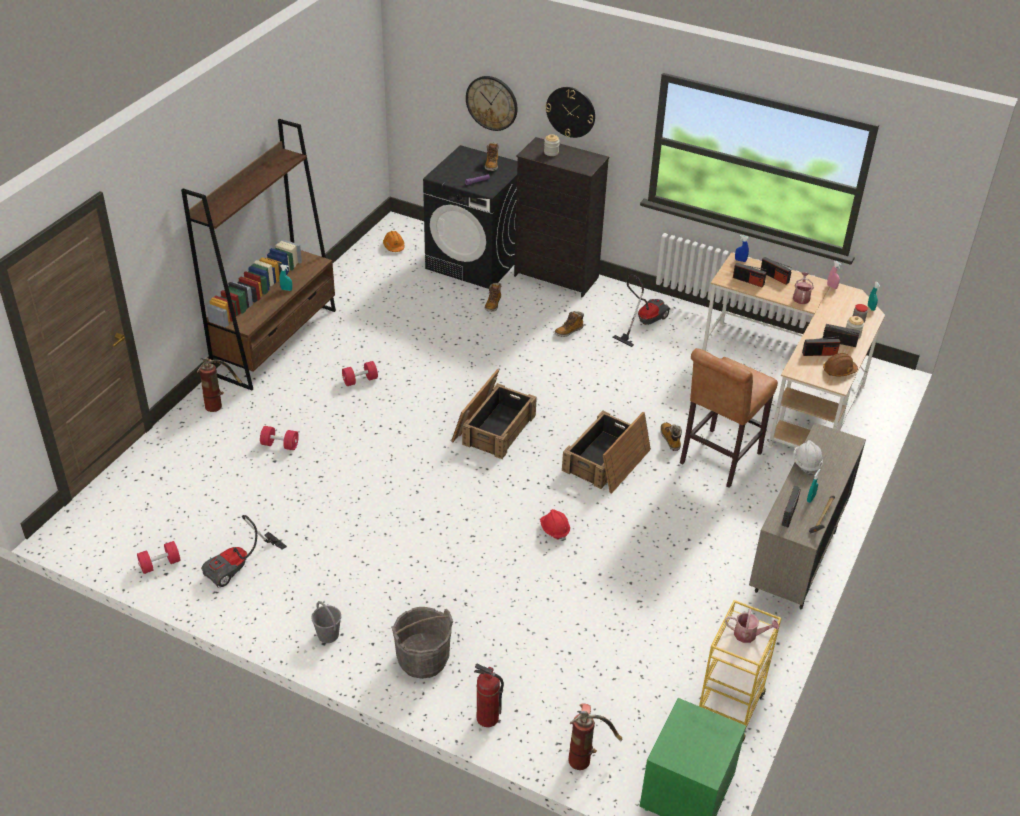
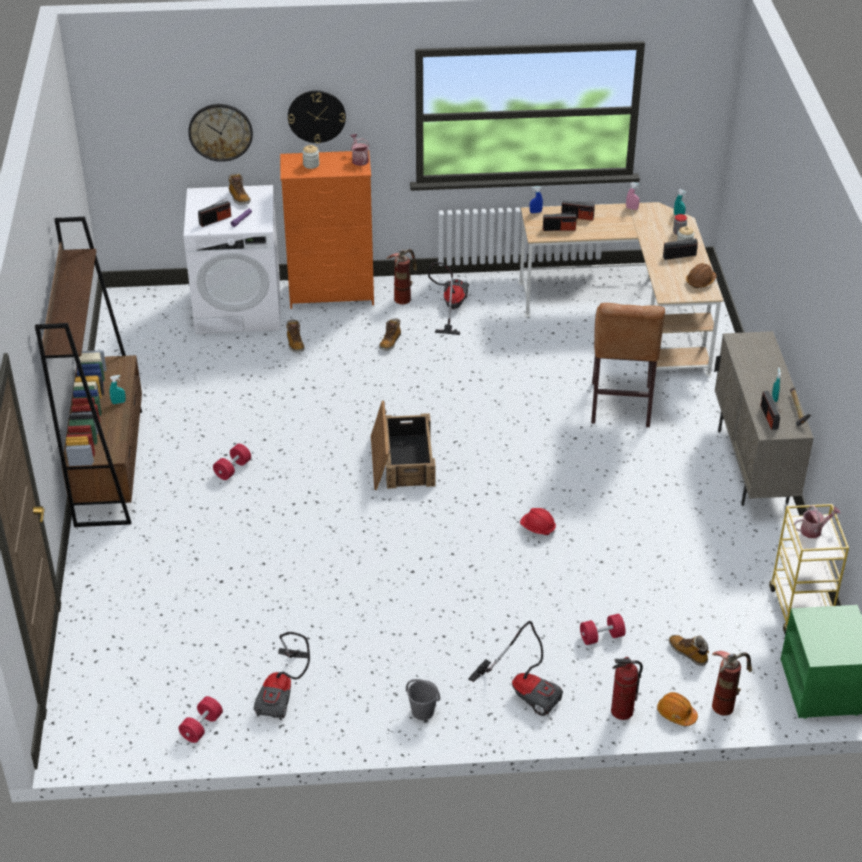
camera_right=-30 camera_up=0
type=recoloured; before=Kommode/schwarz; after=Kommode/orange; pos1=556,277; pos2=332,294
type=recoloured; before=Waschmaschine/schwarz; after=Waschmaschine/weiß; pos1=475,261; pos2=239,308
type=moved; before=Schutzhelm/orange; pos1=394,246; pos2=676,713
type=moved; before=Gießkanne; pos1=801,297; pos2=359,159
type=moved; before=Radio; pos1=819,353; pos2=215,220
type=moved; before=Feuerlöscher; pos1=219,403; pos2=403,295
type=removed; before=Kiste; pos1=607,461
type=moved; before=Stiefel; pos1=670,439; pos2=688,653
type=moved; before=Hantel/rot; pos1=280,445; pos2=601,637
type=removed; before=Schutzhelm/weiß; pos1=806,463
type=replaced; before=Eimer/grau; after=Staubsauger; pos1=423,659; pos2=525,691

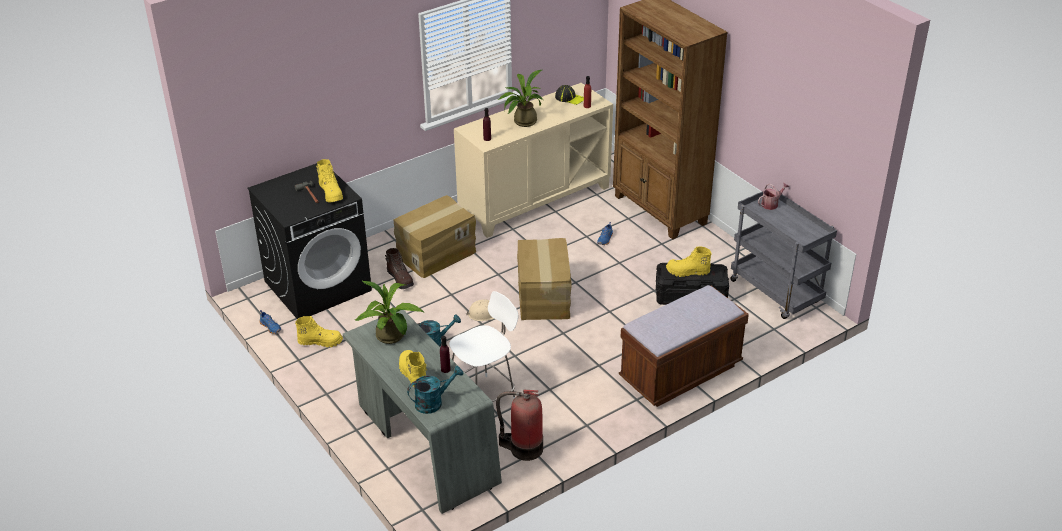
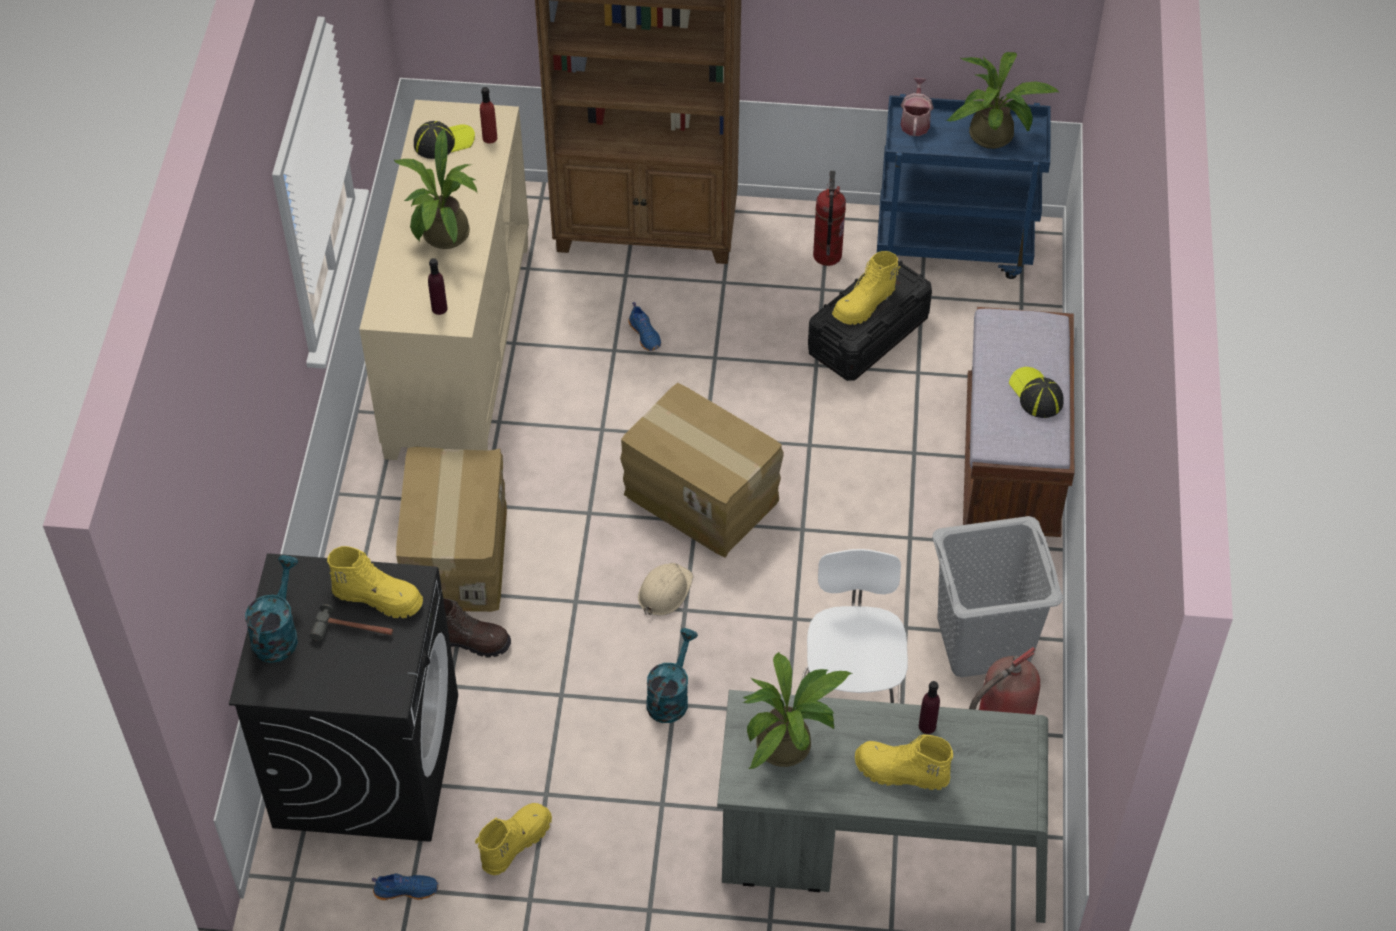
camera_right=-50 camera_up=15
type=recoloured; before=Rollwagen/grau; after=Rollwagen/blau; pos1=777,292; pos2=954,245
type=moved; before=Gießkanne/türkis; pos1=433,402; pos2=277,633
type=added; after=Topfpflanze; pos2=996,137
type=added; after=Feuerlöscher; pos2=826,255
type=added; after=Kappe; pos2=1035,394
type=added; after=Wäschekorb/grau; pos2=984,641

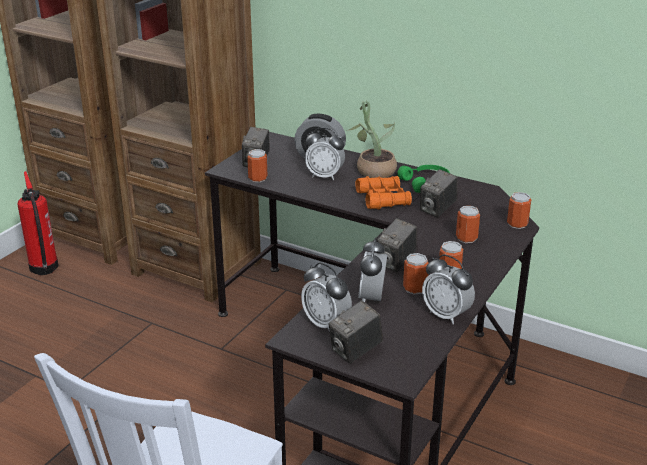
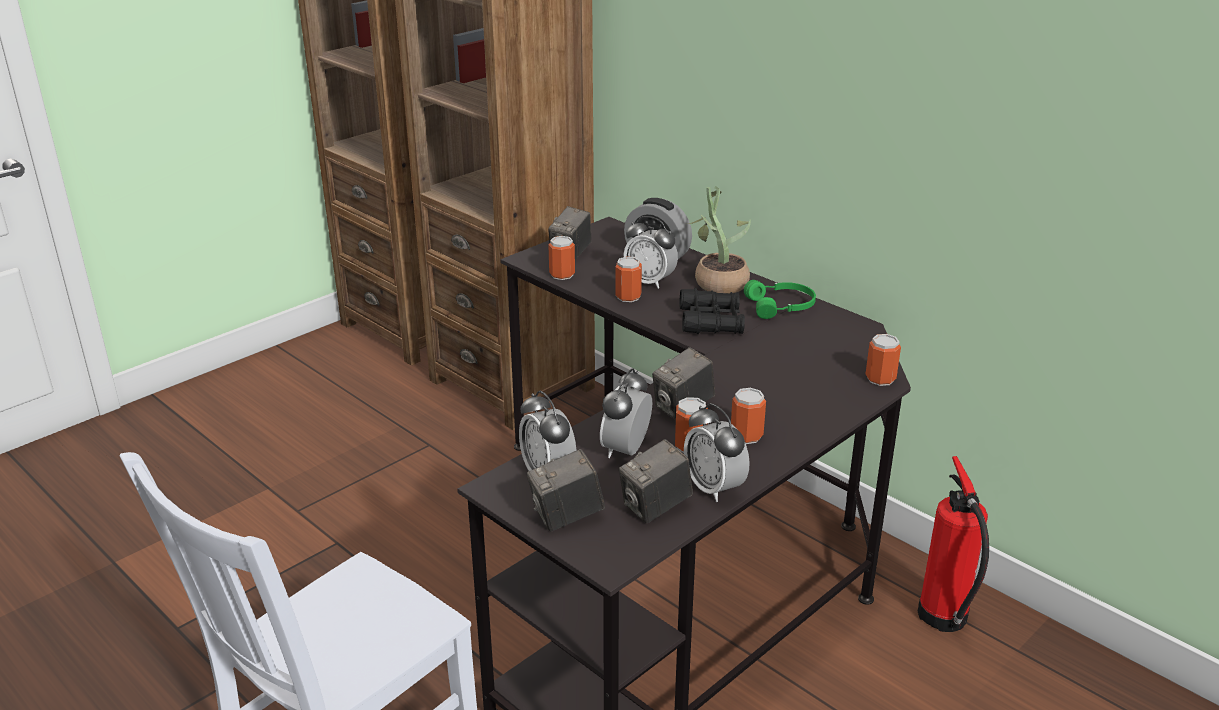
camera_right=15 camera_up=0
type=moved; before=Kamera; pos1=437,210; pos2=655,507
type=moved; before=Feuerlöscher; pos1=44,269; pos2=943,619
type=recoloured; before=Fernglas/orange; after=Fernglas/schwarz; pos1=383,199; pos2=711,321
type=moved; before=Dose; pos1=466,238; pos2=628,297

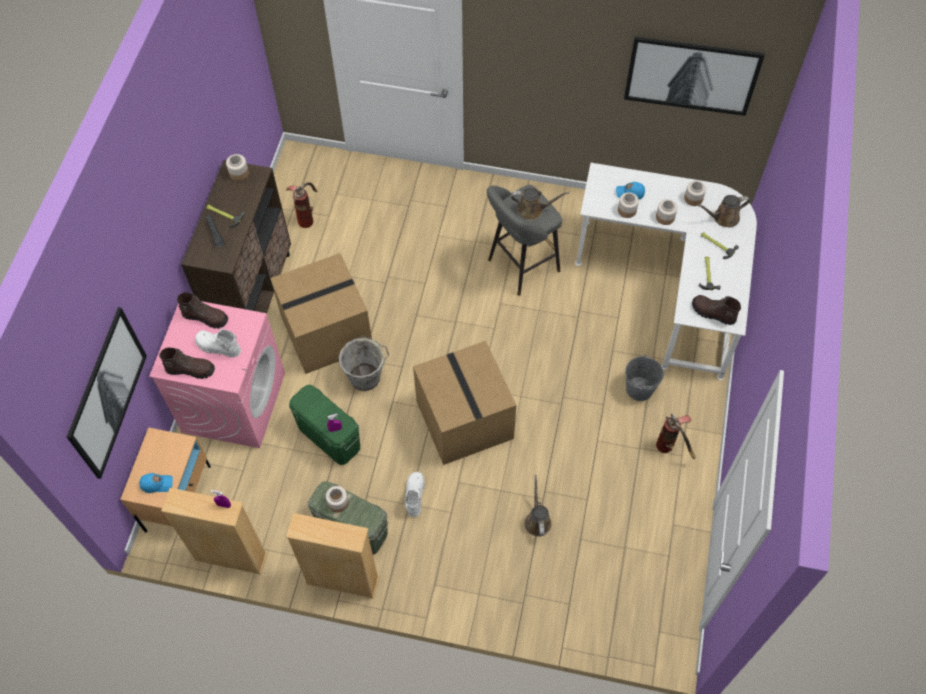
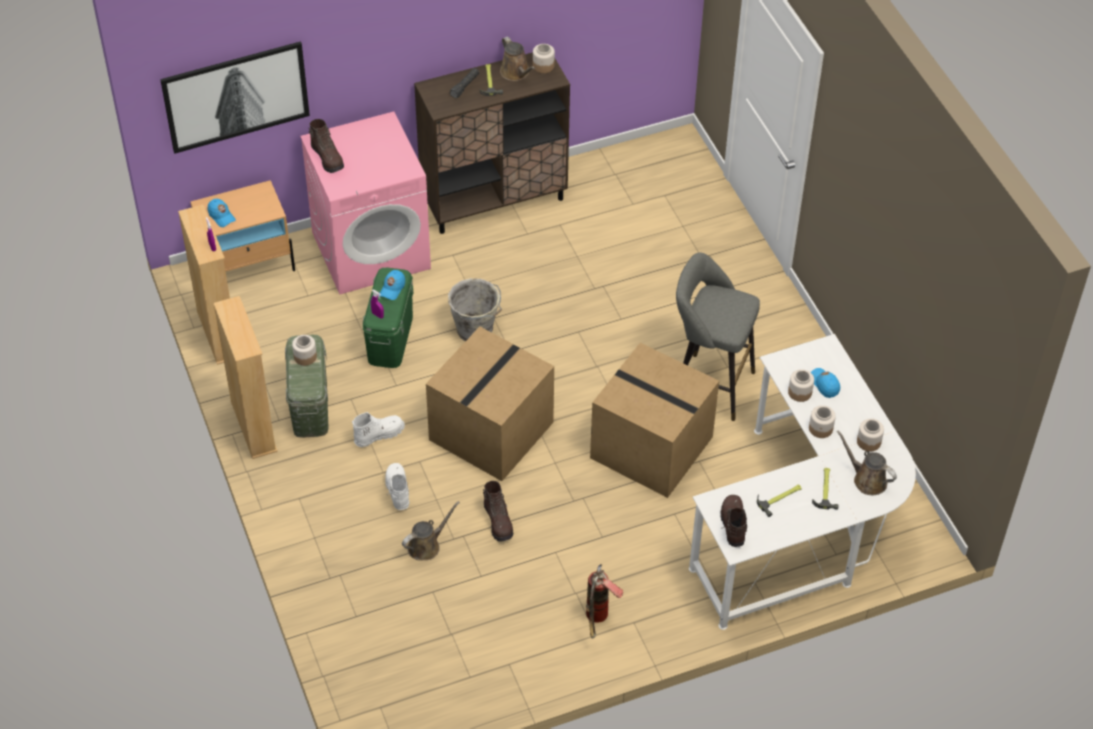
camera_right=55 camera_up=-10
type=removed; before=Bild; pos1=691,75
type=removed; before=Feuerlöscher; pos1=306,216
type=moved; before=Gießkanne/braun; pos1=533,210; pos2=516,73
type=moved; before=Karton; pos1=327,331; pos2=653,447
type=moved; before=Stiefel/braun; pos1=206,317; pos2=498,521
type=moved; before=Stiefel/weiß; pos1=218,347; pos2=397,490
type=removed; before=Eimer/grau; pos1=639,389
type=added; after=Kappe/blau; pos2=392,288

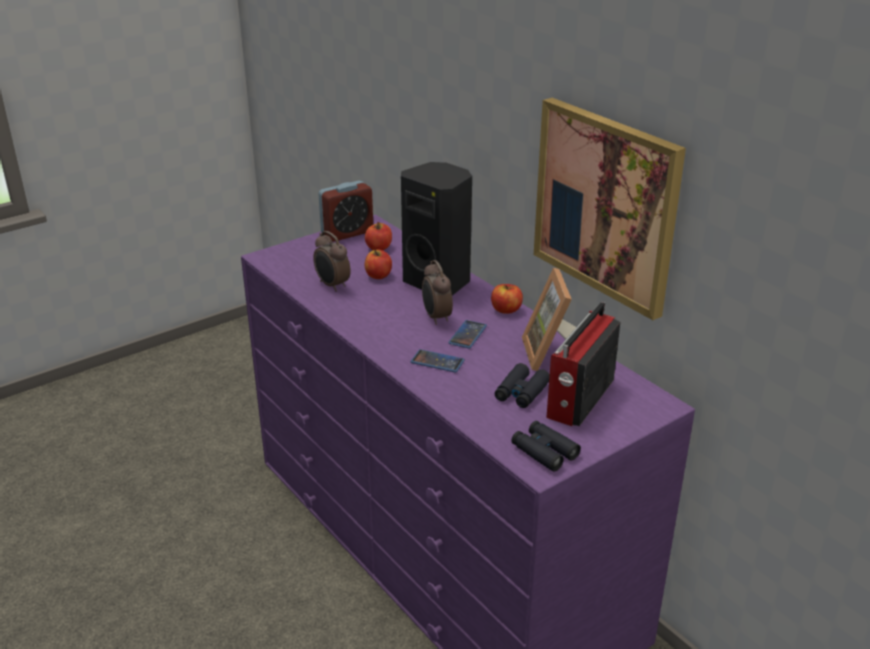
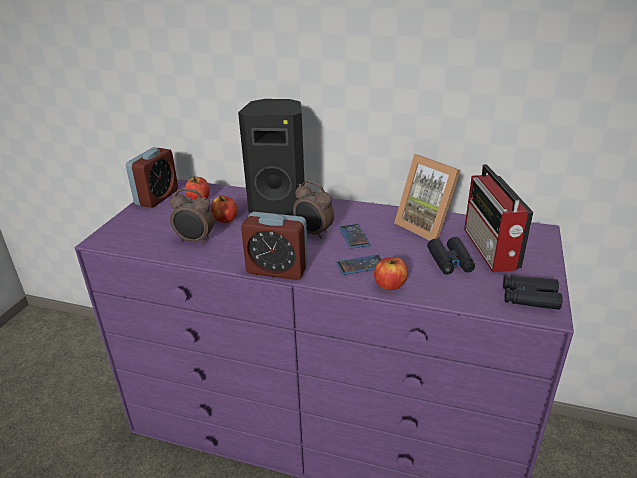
camera_right=-35 camera_up=0
type=removed; before=Bild; pos1=606,205
type=moved; before=Apfel; pos1=506,310; pos2=389,285
type=added; after=Wecker; pos2=277,270

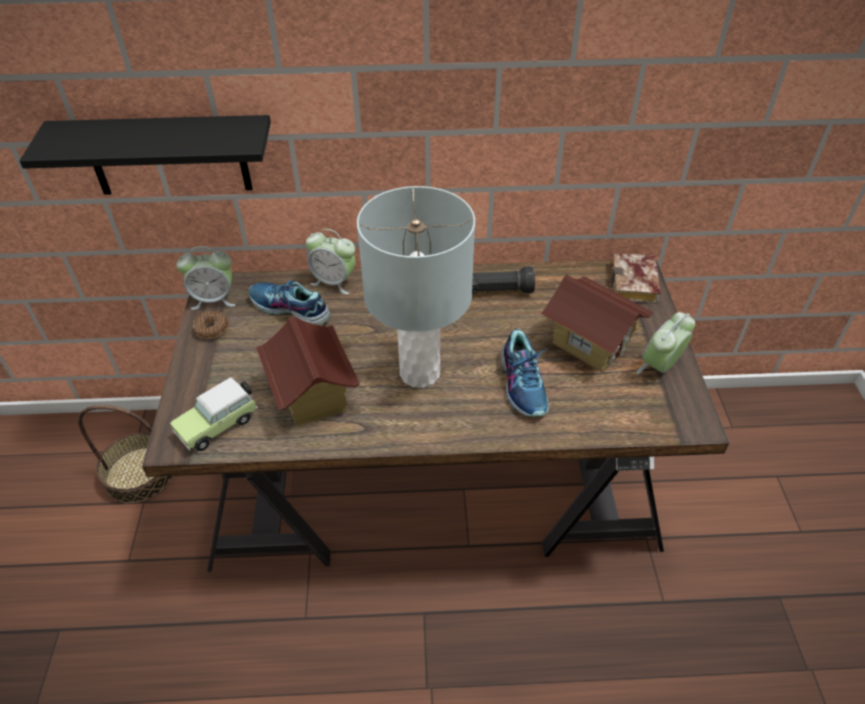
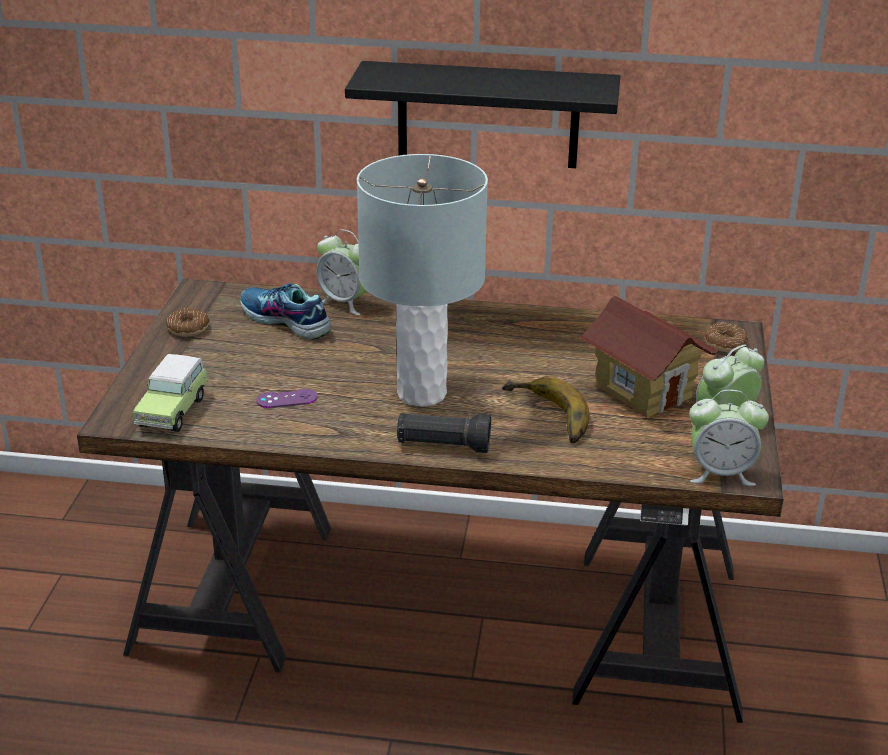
camera_right=10 camera_up=-15
type=moved; before=Wandregal/schwarz; pos1=168,155; pos2=488,115
type=moved; before=Wecker; pos1=214,299; pos2=721,473
type=replaced; before=Buch; after=Donut; pos1=636,285; pos2=725,344
type=moved; before=Taschenlampe/schwarz; pos1=500,291; pos2=443,446
type=replaced; before=Spielzeughaus; after=Gamepad/lila; pos1=312,396; pos2=287,399
type=replaced; before=Schuh; after=Banane; pos1=523,384; pos2=545,417
type=turned; before=Spielzeugauto; pos1=220,424; pos2=174,410; turn=-45
type=removed; before=Korb; pos1=140,474

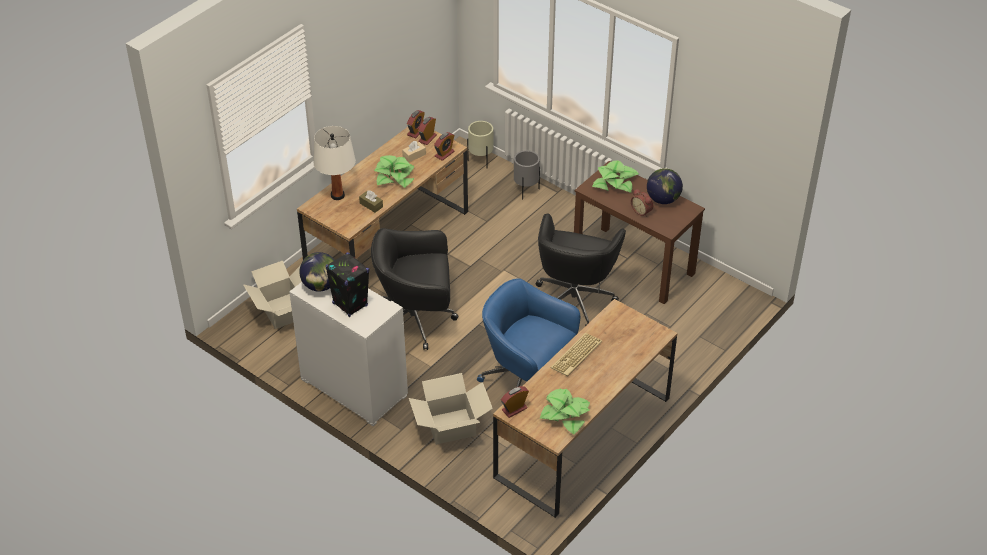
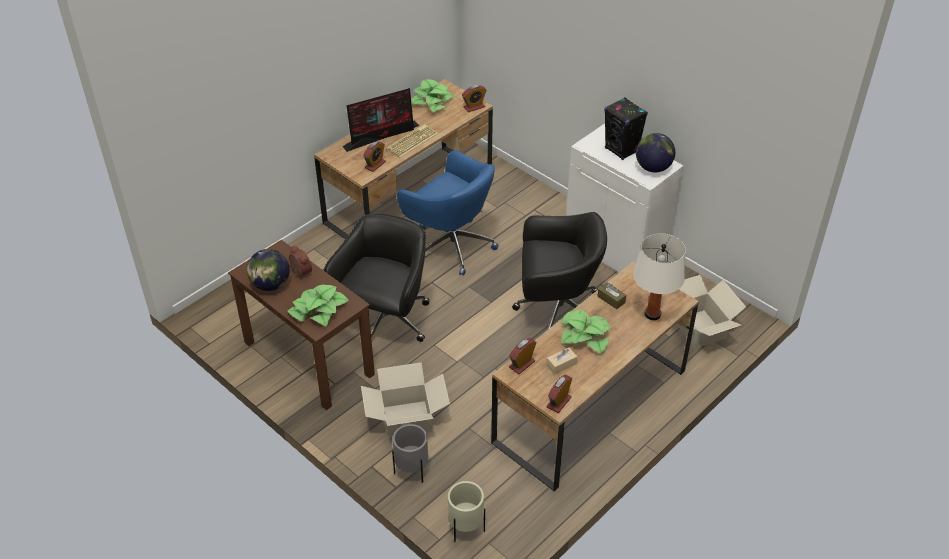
camera_right=-175 camera_up=0
type=moved; before=Wecker; pos1=427,138; pos2=375,165
type=moved; before=Karton; pos1=451,426; pos2=406,419
type=added; after=Monitor; pos2=382,135

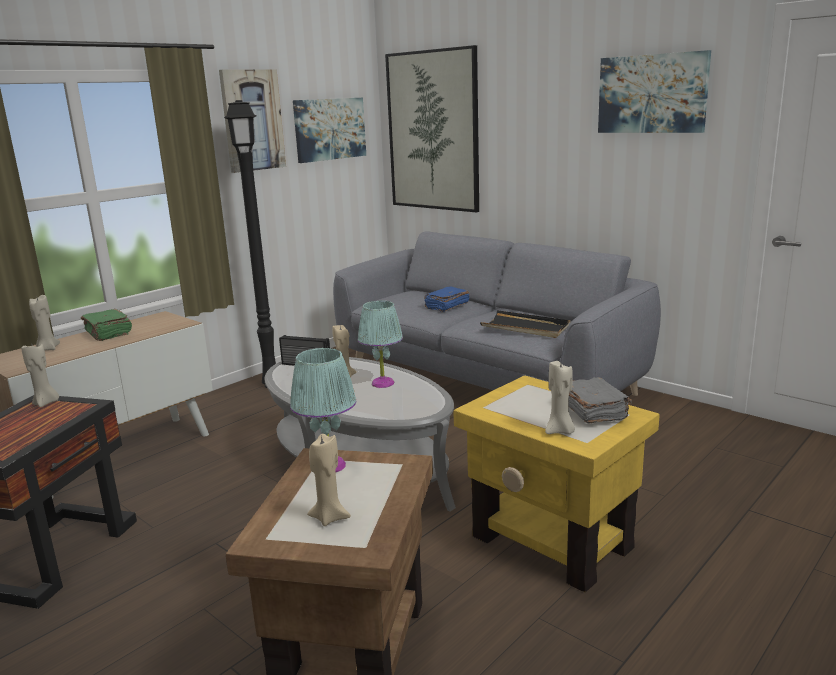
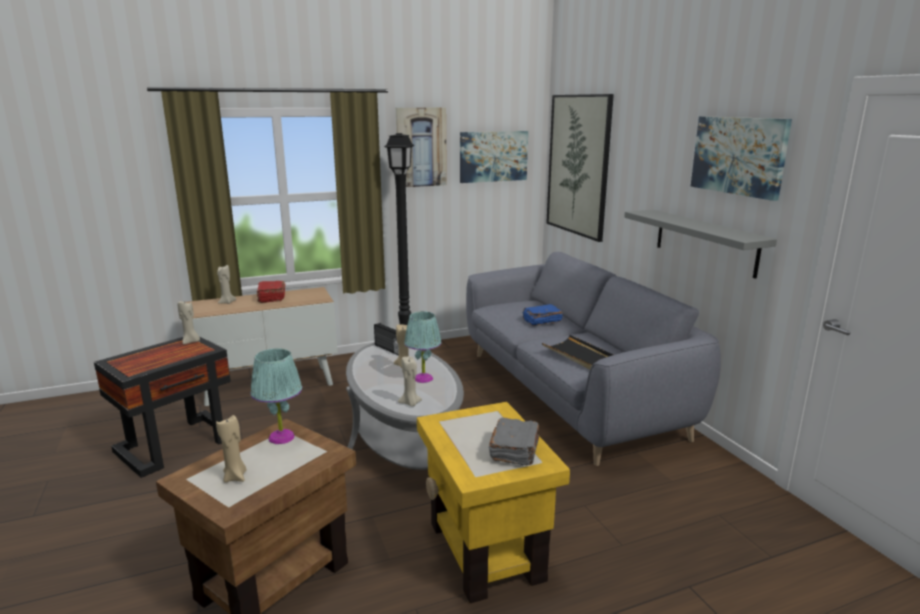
camera_right=25 camera_up=0
type=recoloured; before=Buch/grün; after=Buch/rot; pos1=108,333; pos2=271,297
type=moved; before=Kerze/beige; pos1=560,431; pos2=410,403
type=added; after=Wandregal/grau; pos2=705,242

